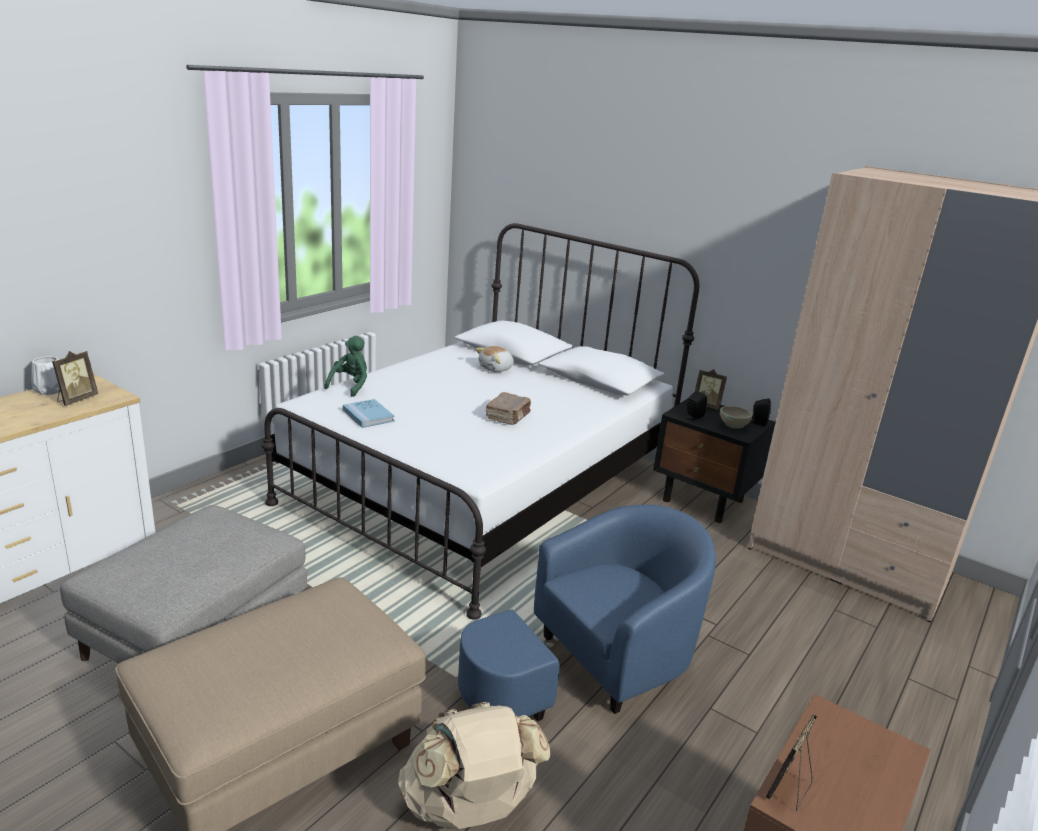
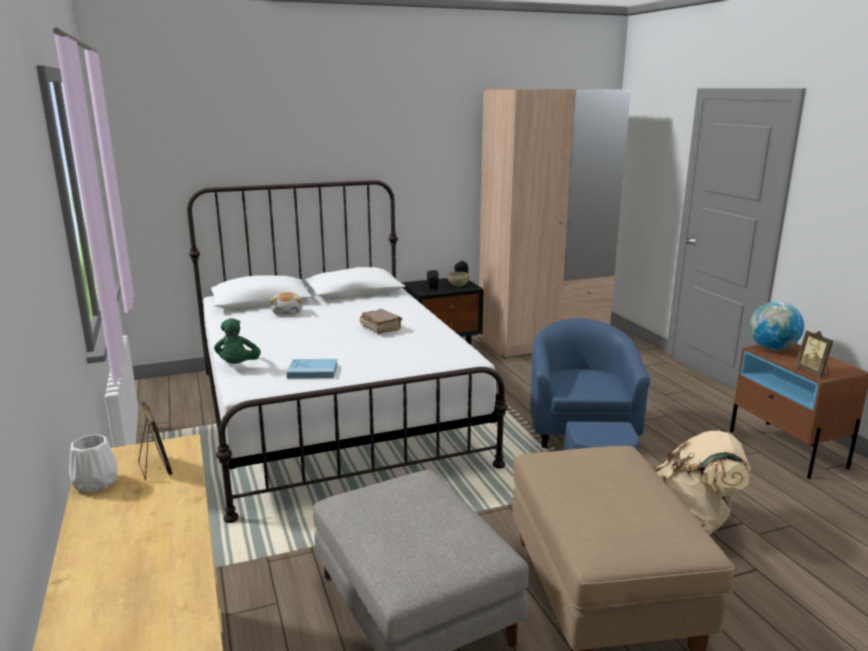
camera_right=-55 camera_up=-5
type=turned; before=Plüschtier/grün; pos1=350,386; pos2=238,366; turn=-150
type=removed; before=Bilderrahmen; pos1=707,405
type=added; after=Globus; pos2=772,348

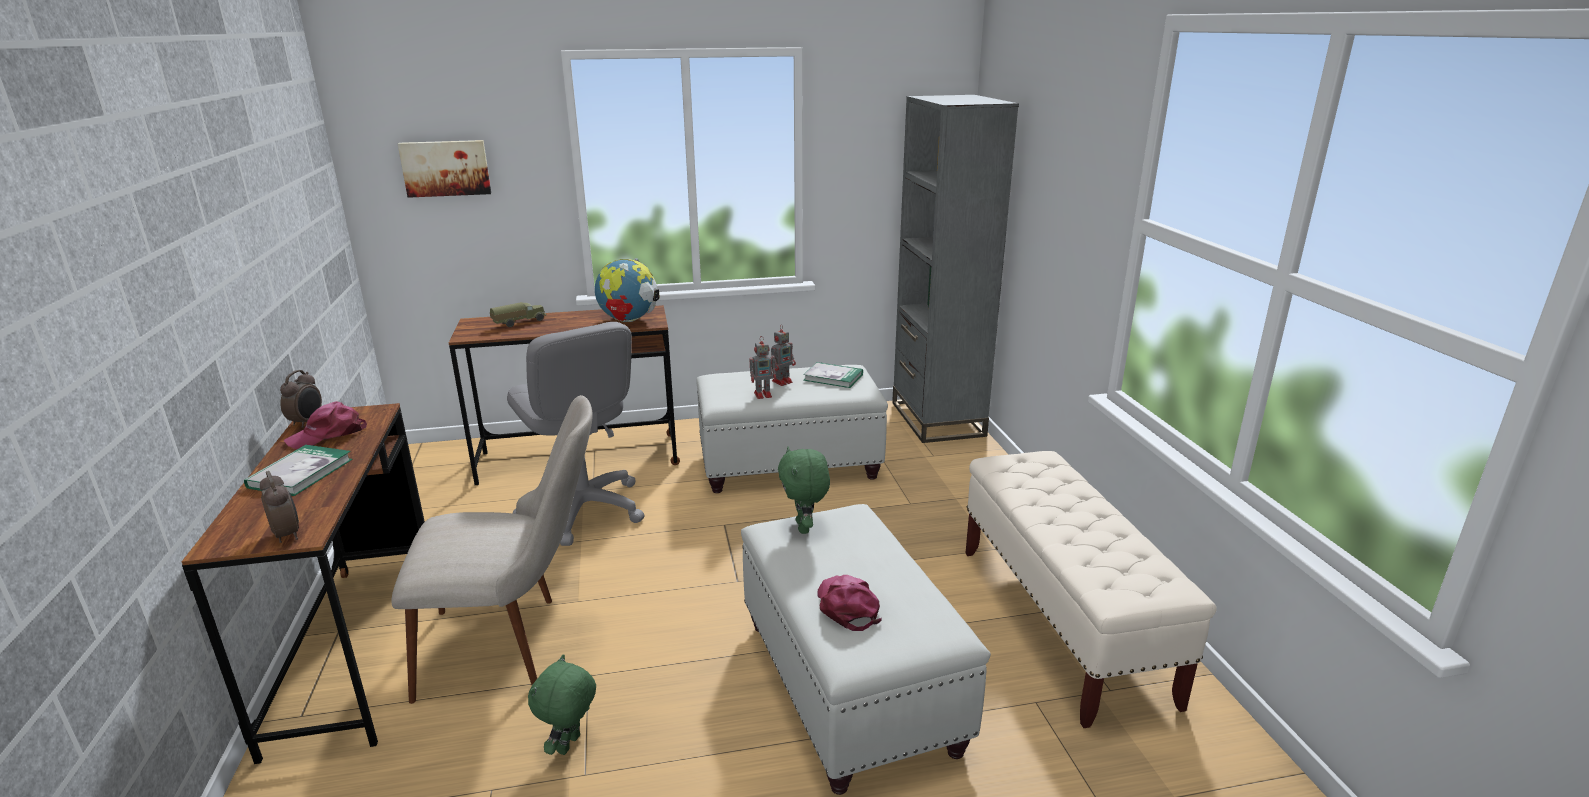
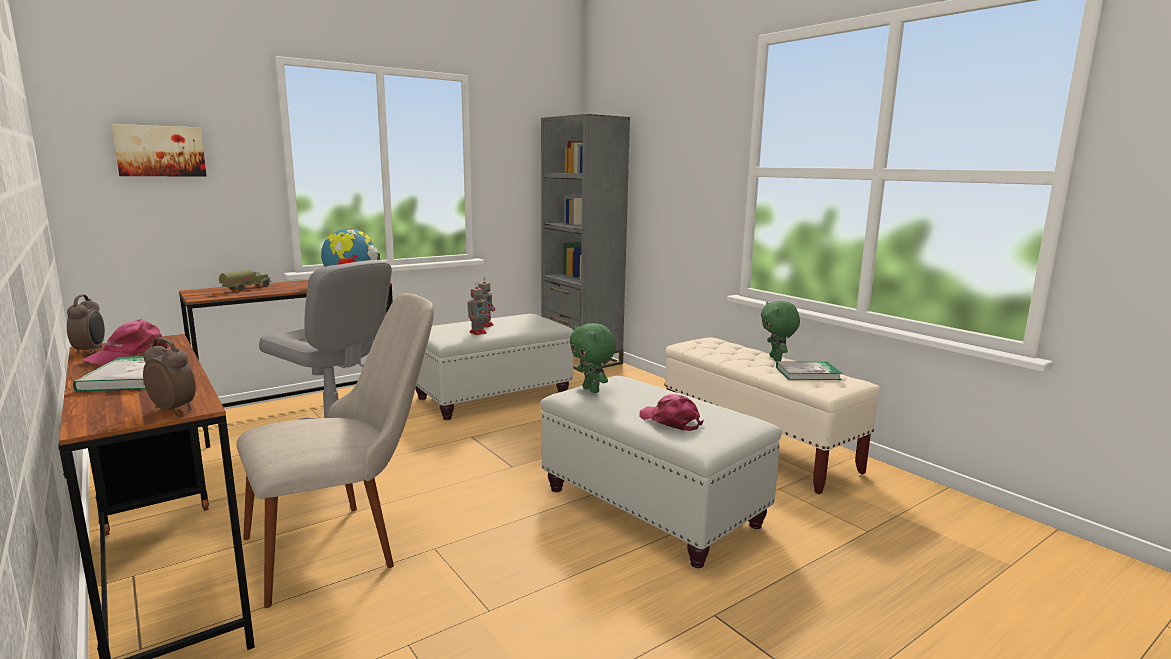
camera_right=-25 camera_up=-10
type=moved; before=Buch; pos1=833,377; pos2=807,373
type=moved; before=Plüschtier/grün; pos1=570,745; pos2=776,359

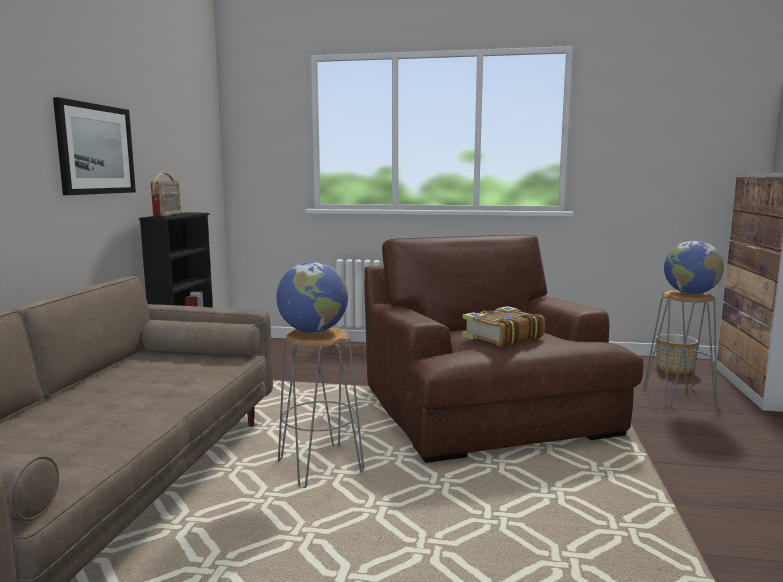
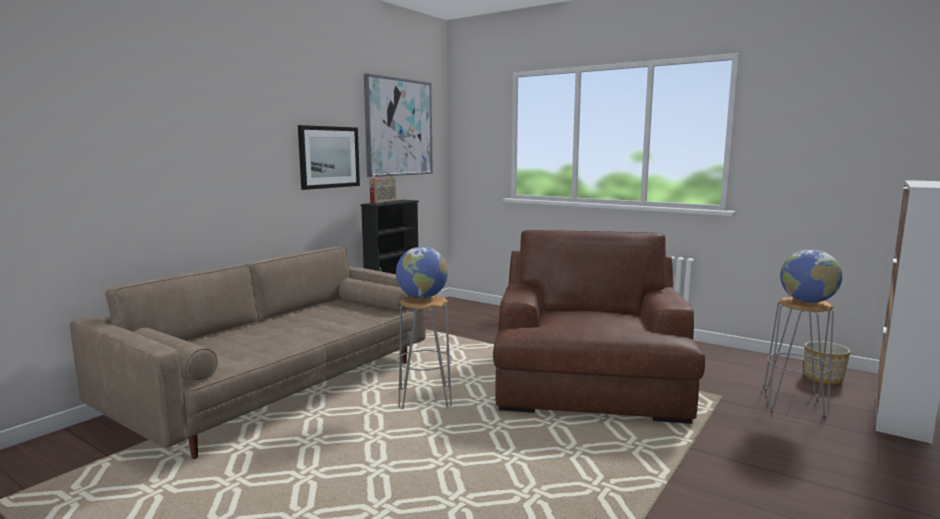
camera_right=25 camera_up=0
type=removed; before=Buch; pos1=501,337
type=added; after=Bild; pos2=399,127

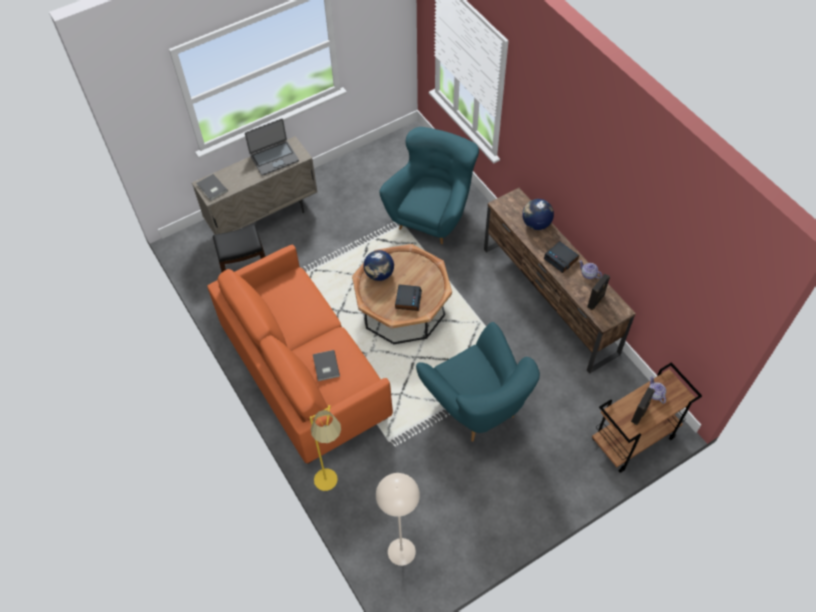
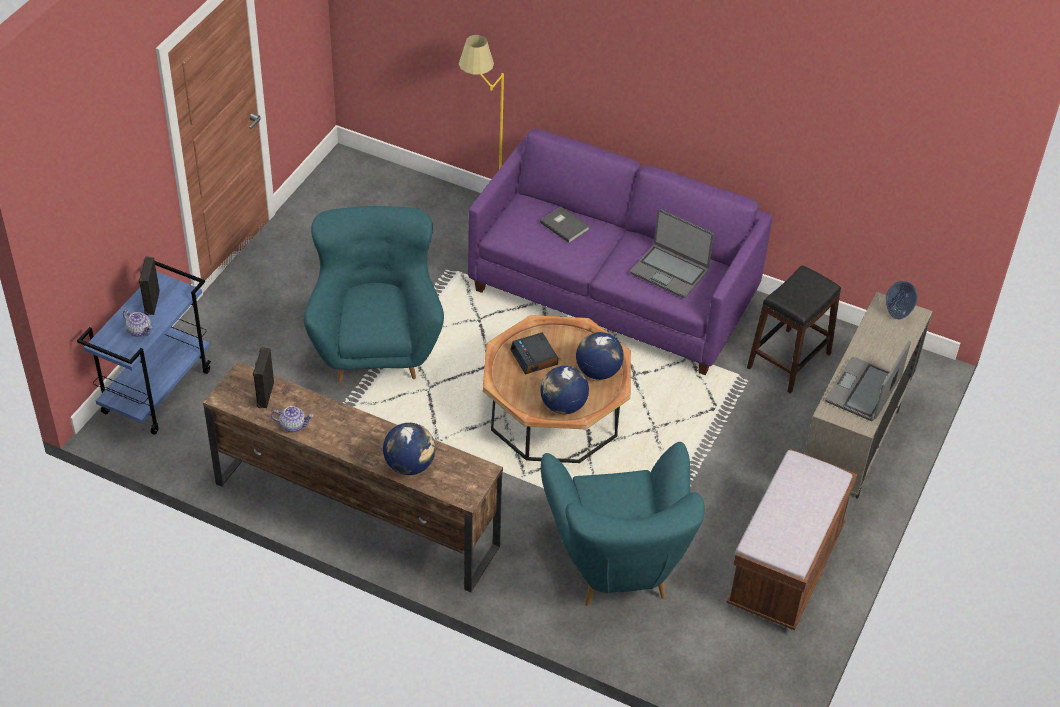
camera_right=145 camera_up=-10
type=replaced; before=Buch/grau; after=Vase; pos1=211,188; pos2=897,314
type=removed; before=Wecker; pos1=561,259
type=recoloured; before=Sofa/orange; after=Sofa/lila; pos1=304,373; pos2=613,293
type=turned; before=Sessel/türkis; pos1=476,406; pos2=376,345; turn=60
type=recoloured; before=Rollwagen/braun; after=Rollwagen/blau; pos1=633,440; pos2=157,391
type=removed; before=Stehlampe/beige; pos1=401,552
type=added; after=Laptop; pos2=669,271
type=added; after=Globus; pos2=563,406
type=added; after=Bank/braun; pos2=785,568

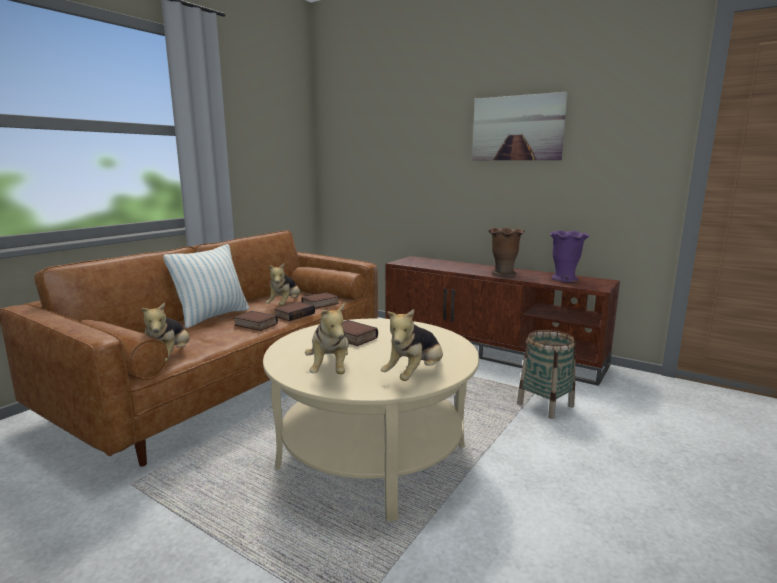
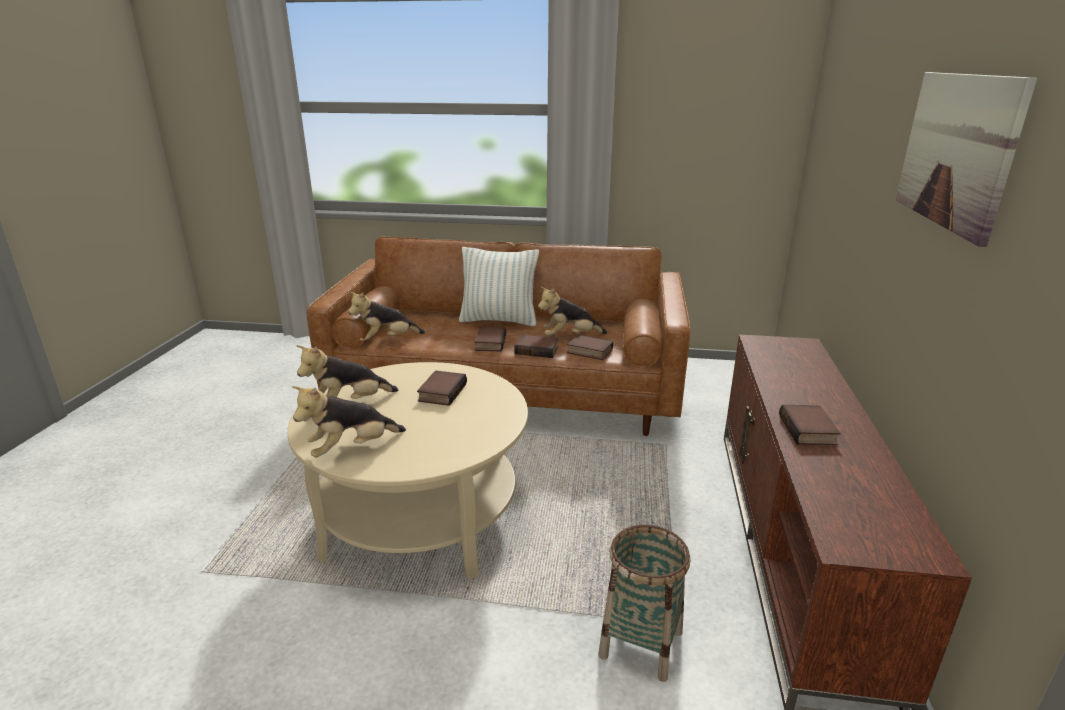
camera_right=65 camera_up=10
type=replaced; before=Vase/braun; after=Buch; pos1=504,274; pos2=809,431
type=removed; before=Vase/lila; pos1=564,279
type=turned; before=Plüschtier; pos1=415,375; pos2=352,449; turn=-45

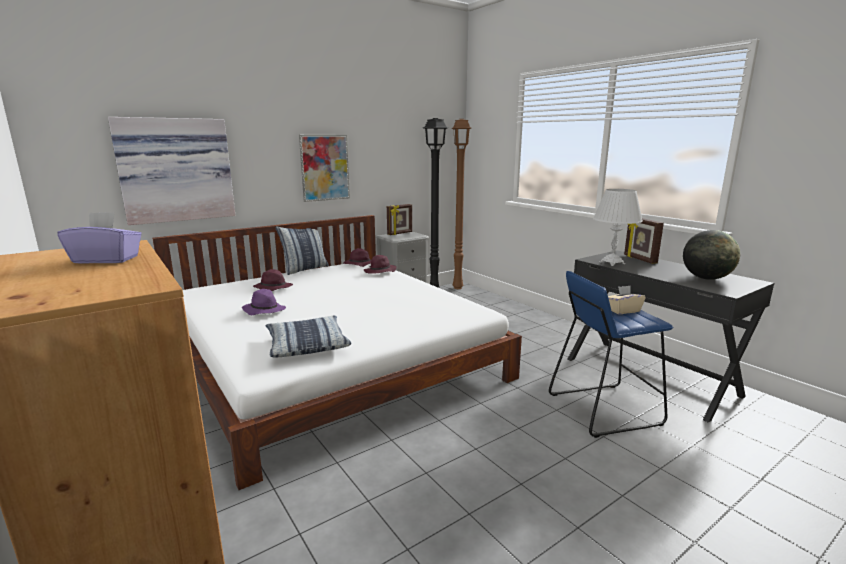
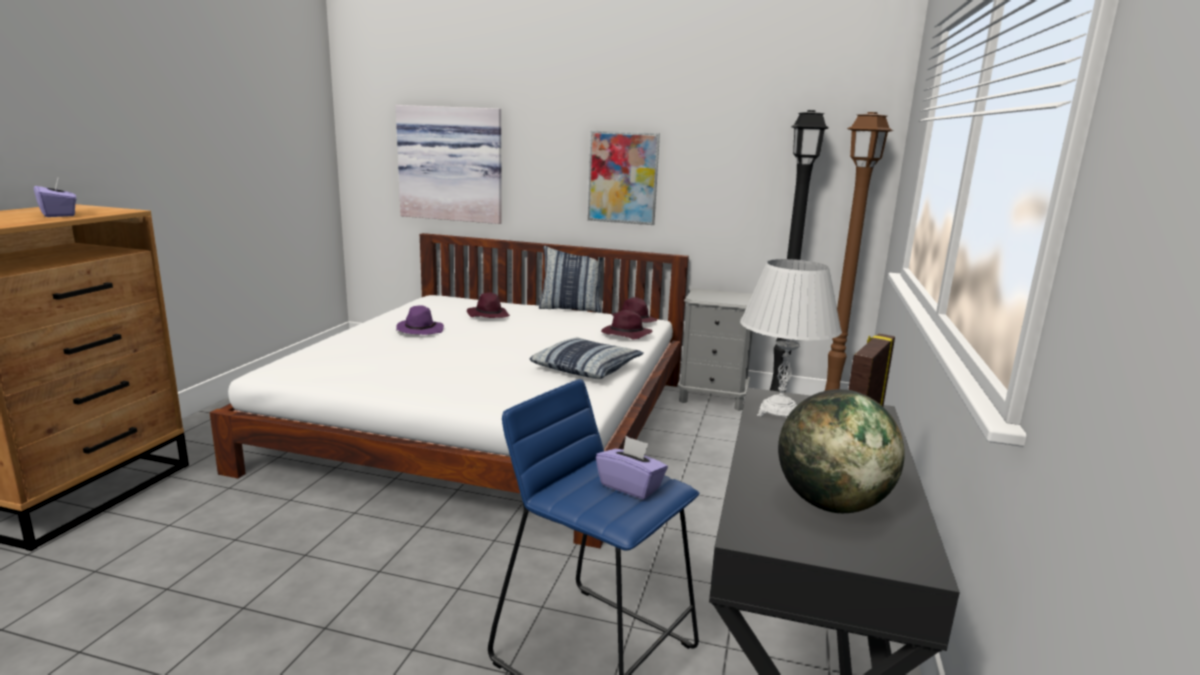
camera_right=50 camera_up=0
type=removed; before=Bilderrahmen; pos1=400,233
type=recoloured; before=Taschentuchbox/beige; after=Taschentuchbox/lila; pos1=623,310; pos2=630,486
type=moved; before=Kissen; pos1=307,345; pos2=587,368

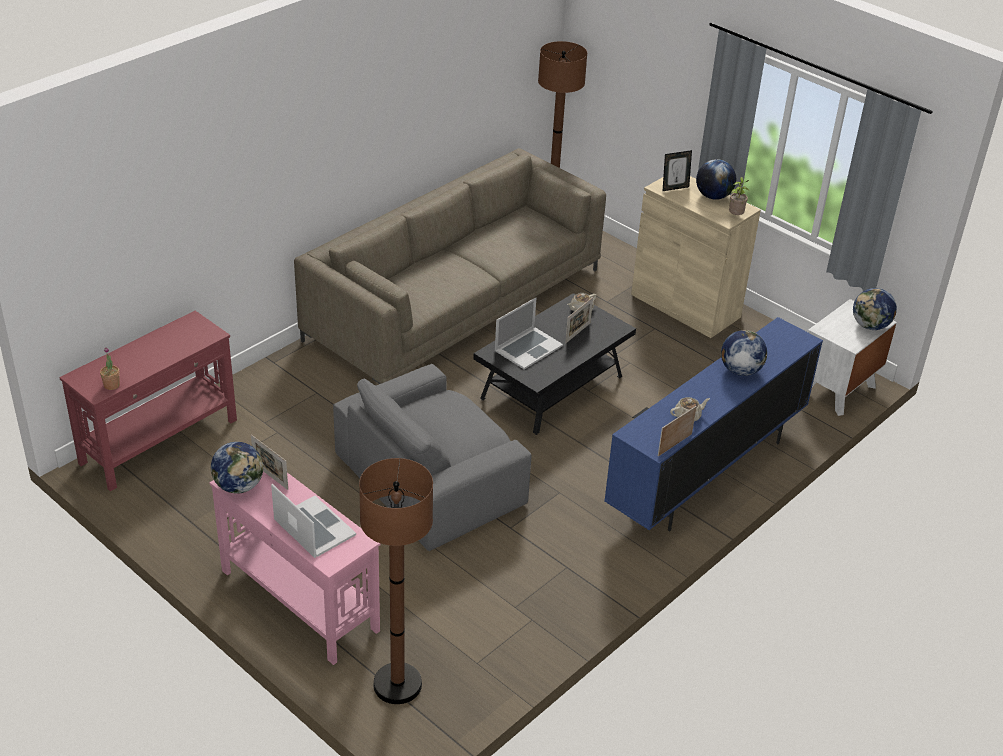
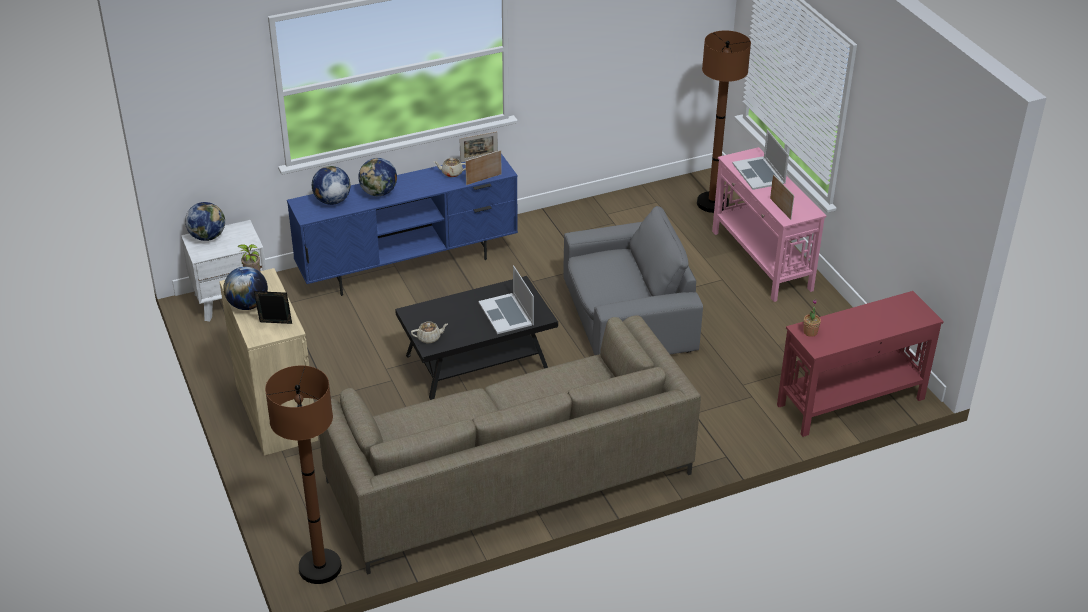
camera_right=-155 camera_up=0
type=moved; before=Bilderrahmen; pos1=578,333; pos2=483,179
type=turned; before=Laptop; pos1=528,348; pos2=506,313; turn=-90
type=moved; before=Topfpflanze; pos1=112,385; pos2=810,332
type=moved; before=Globus; pos1=239,486; pos2=332,201

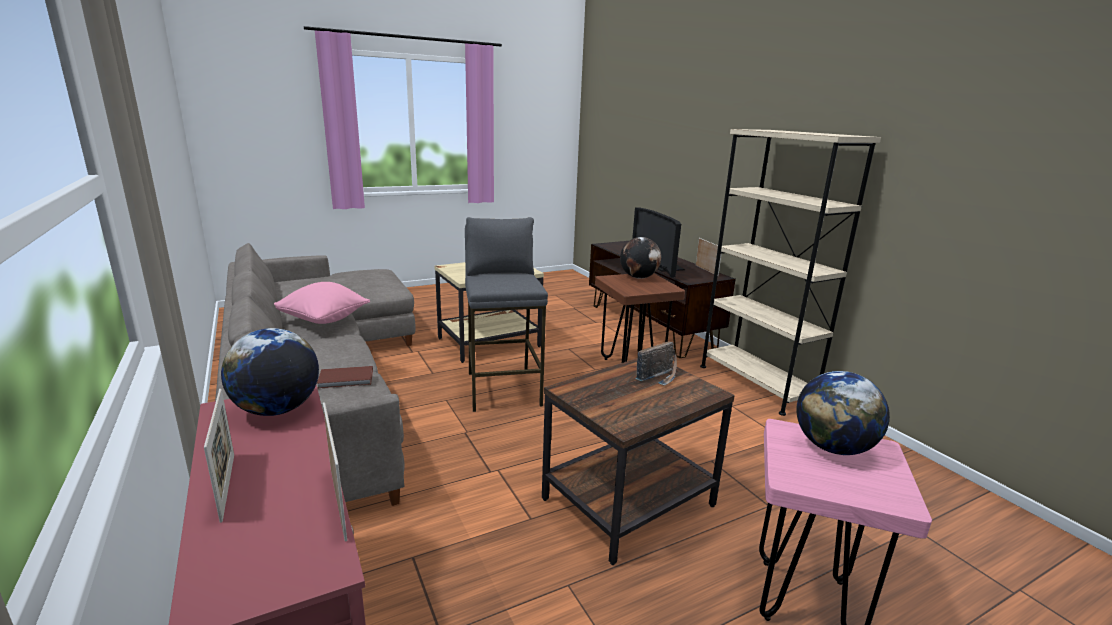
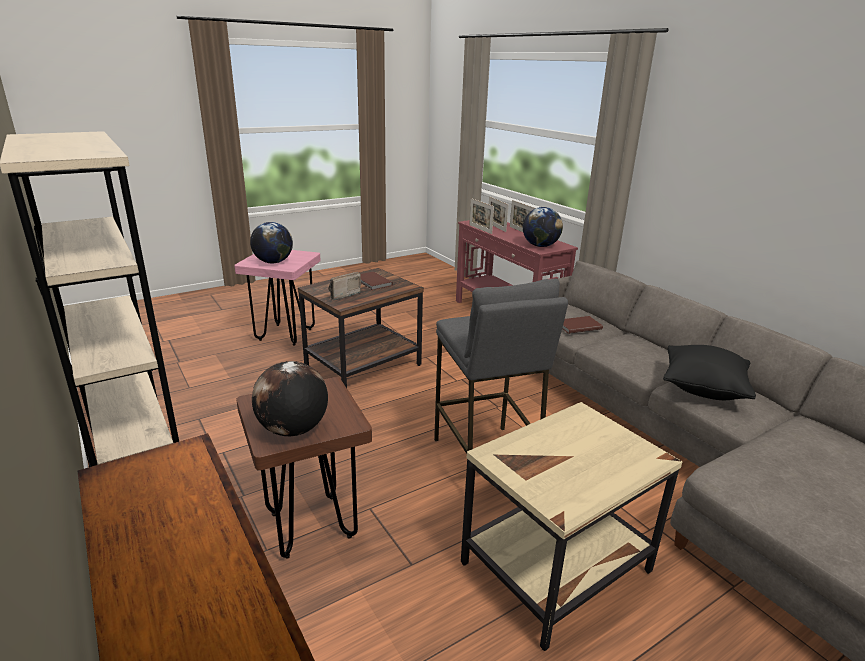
camera_right=175 camera_up=5
type=removed; before=Fernseher; pos1=661,267
type=moved; before=Bilderrahmen; pos1=706,270; pos2=496,227
type=recoloured; before=Kissen/rosa; after=Kissen/schwarz; pos1=323,320; pos2=703,389
type=added; after=Buch/braun; pos2=372,282

